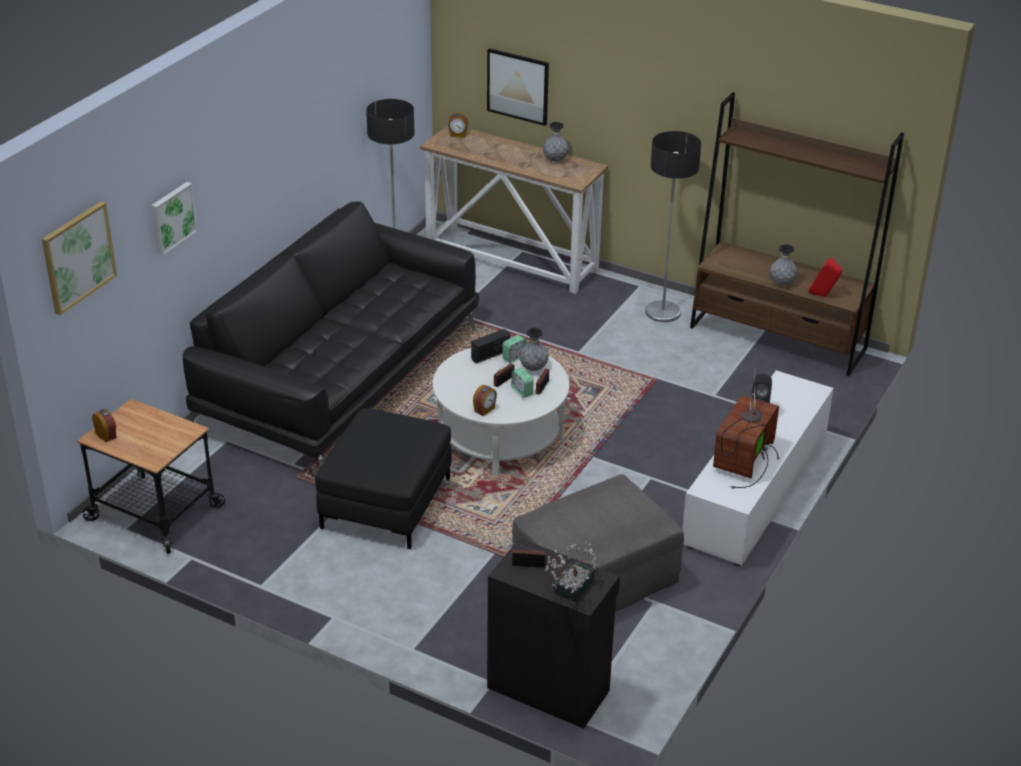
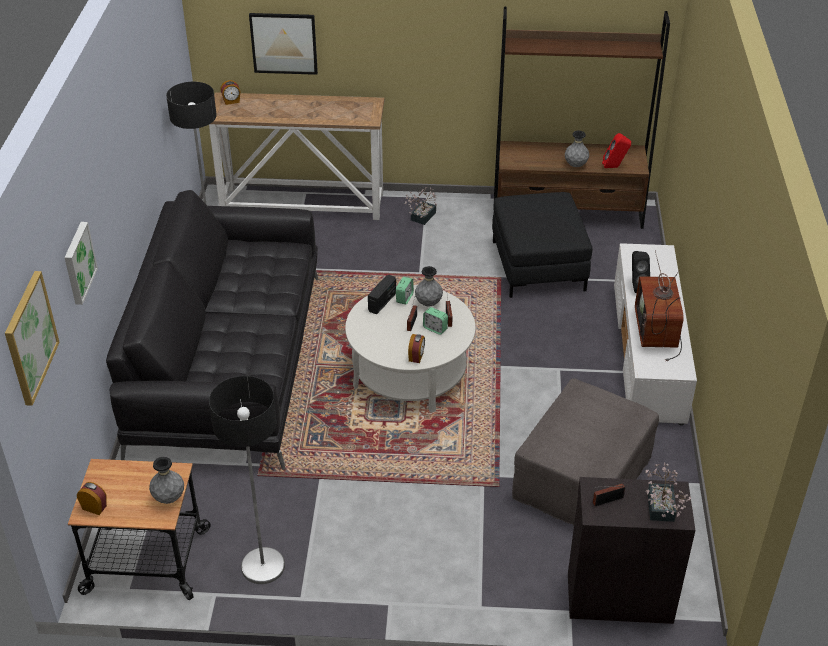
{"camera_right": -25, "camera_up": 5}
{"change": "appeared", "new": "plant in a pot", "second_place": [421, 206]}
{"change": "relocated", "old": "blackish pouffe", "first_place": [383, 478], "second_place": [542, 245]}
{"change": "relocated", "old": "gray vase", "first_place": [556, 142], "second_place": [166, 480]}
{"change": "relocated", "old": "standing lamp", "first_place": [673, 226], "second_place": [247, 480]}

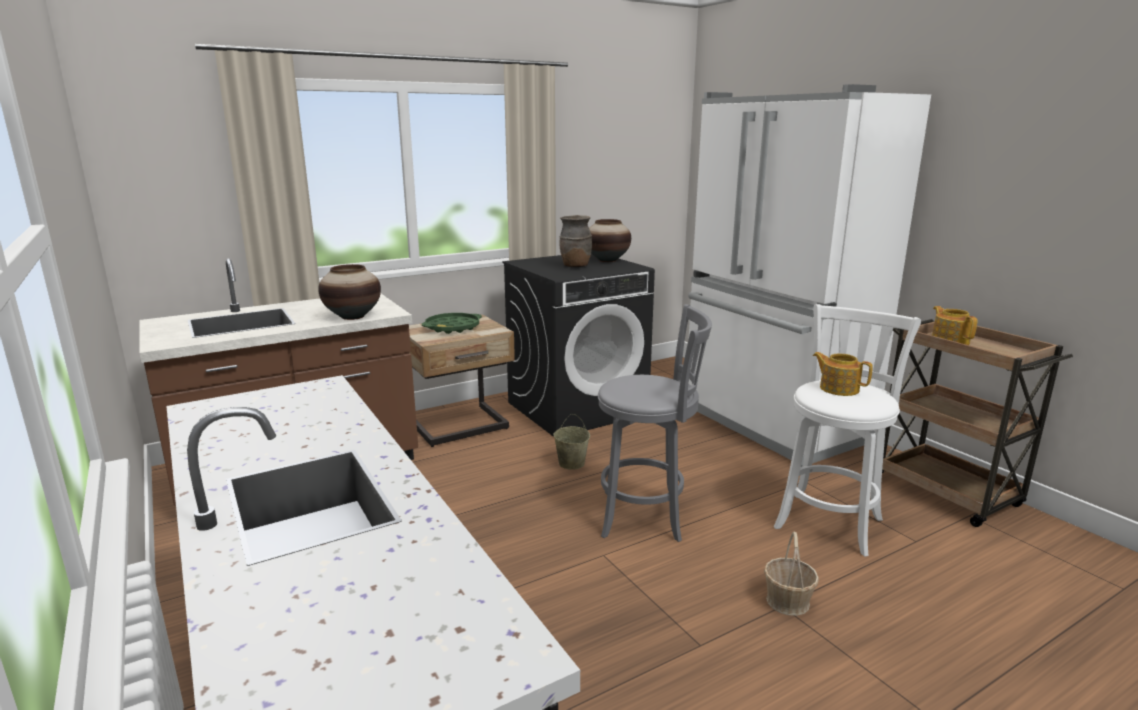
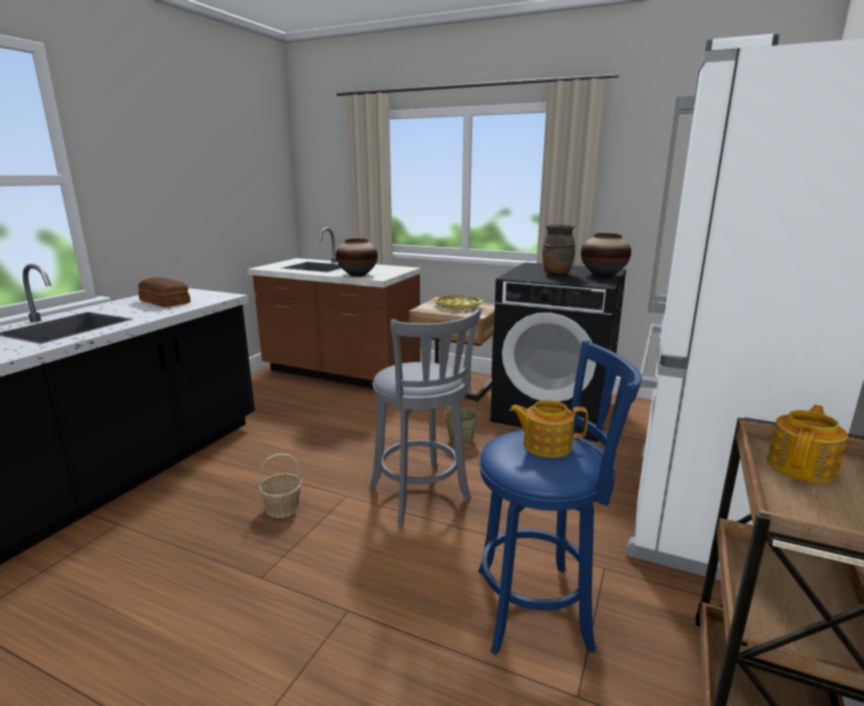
{"camera_right": 55, "camera_up": 0}
{"change": "appeared", "new": "baked bread", "second_place": [164, 292]}
{"change": "relocated", "old": "basket", "first_place": [791, 573], "second_place": [280, 485]}
{"change": "colour", "old": "green serving tray", "new": "yellow serving tray", "first_place": [452, 323], "second_place": [458, 302]}
{"change": "colour", "old": "whitish sitting stool", "new": "blue sitting stool", "first_place": [847, 430], "second_place": [560, 497]}
{"change": "spun", "old": "teapot", "first_place": [843, 374], "second_place": [549, 429], "degrees": -90}

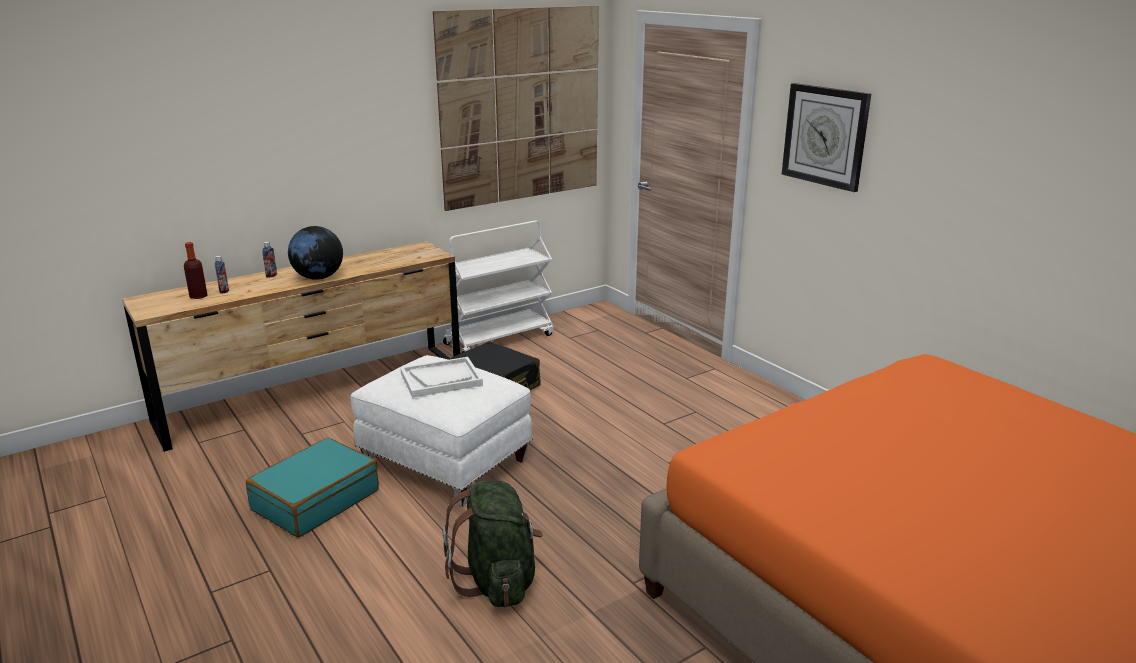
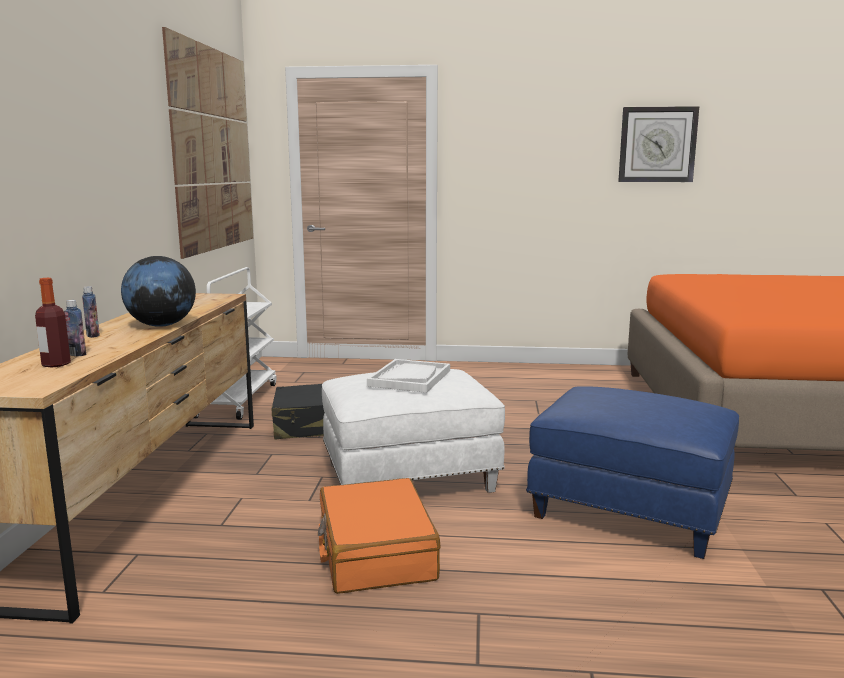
{"camera_right": -50, "camera_up": -10}
{"change": "relocated", "old": "hanging clock", "first_place": [826, 137], "second_place": [658, 144]}
{"change": "exchanged", "old": "green rucksack", "new": "blue pouffe", "first_place": [493, 543], "second_place": [632, 472]}
{"change": "colour", "old": "turquoise-coloured suitcase", "new": "orange-coloured suitcase", "first_place": [312, 487], "second_place": [379, 536]}

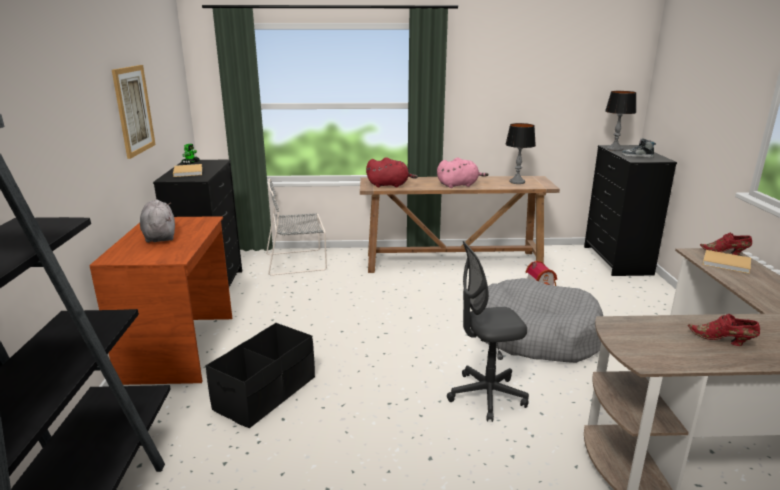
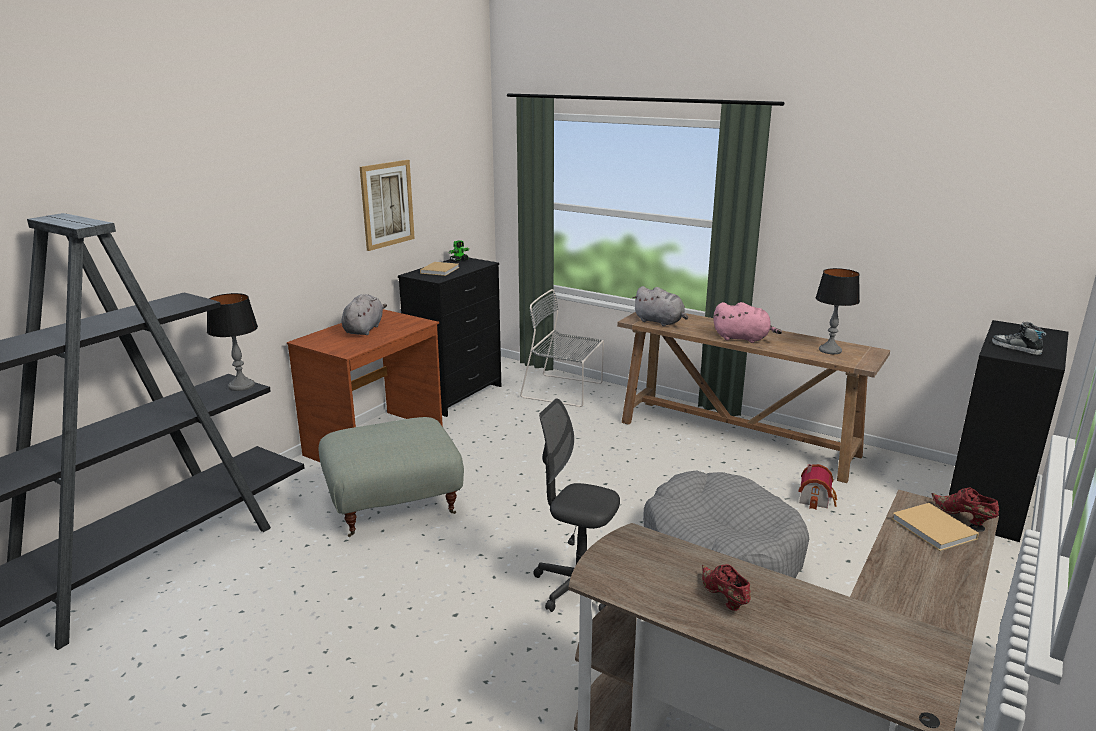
{"camera_right": 35, "camera_up": 0}
{"change": "relocated", "old": "tabletop lamp", "first_place": [620, 121], "second_place": [232, 342]}
{"change": "exchanged", "old": "blackish storage bin", "new": "gray pouffe", "first_place": [260, 375], "second_place": [391, 477]}
{"change": "colour", "old": "red plush toy", "new": "gray plush toy", "first_place": [392, 172], "second_place": [660, 306]}

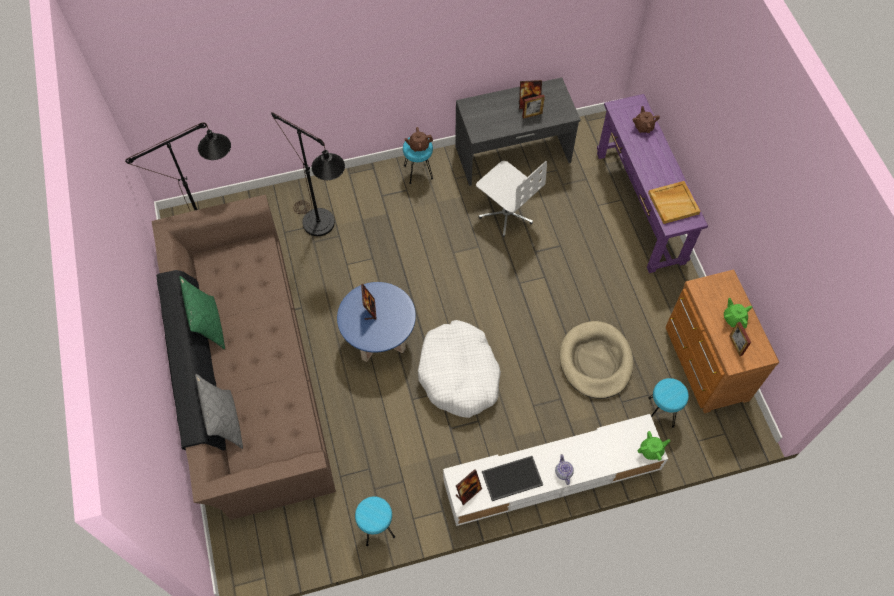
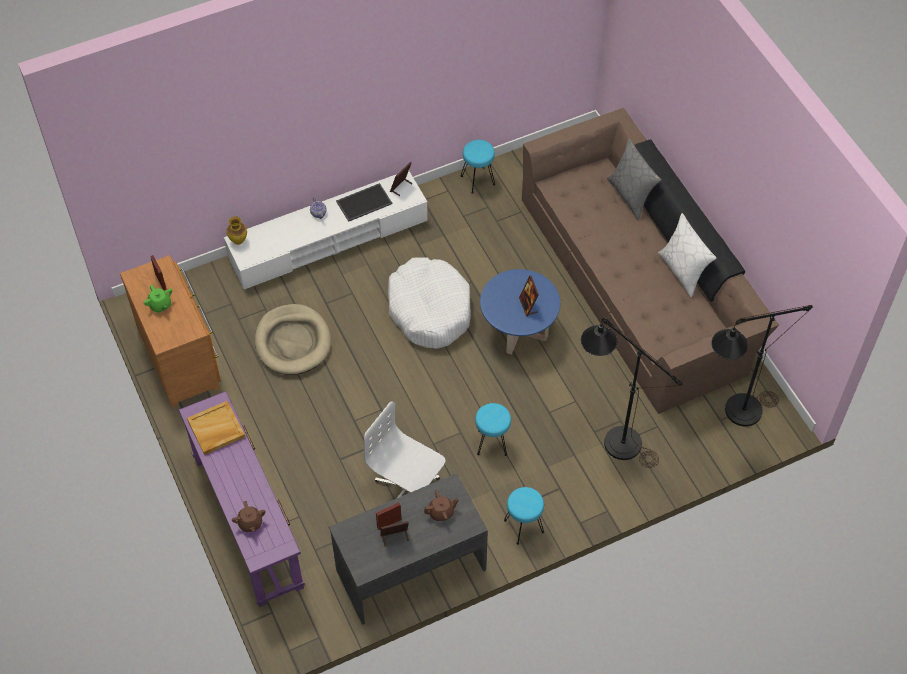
{"camera_right": 170, "camera_up": -5}
{"change": "relocated", "old": "brown-coloured teapot", "first_place": [419, 139], "second_place": [441, 505]}
{"change": "relocated", "old": "turquoise-coloured sitting stool", "first_place": [668, 403], "second_place": [493, 429]}
{"change": "exchanged", "old": "green teapot", "new": "vase", "first_place": [653, 445], "second_place": [237, 230]}
{"change": "colour", "old": "green throw pillow", "new": "whitish throw pillow", "first_place": [202, 312], "second_place": [687, 255]}

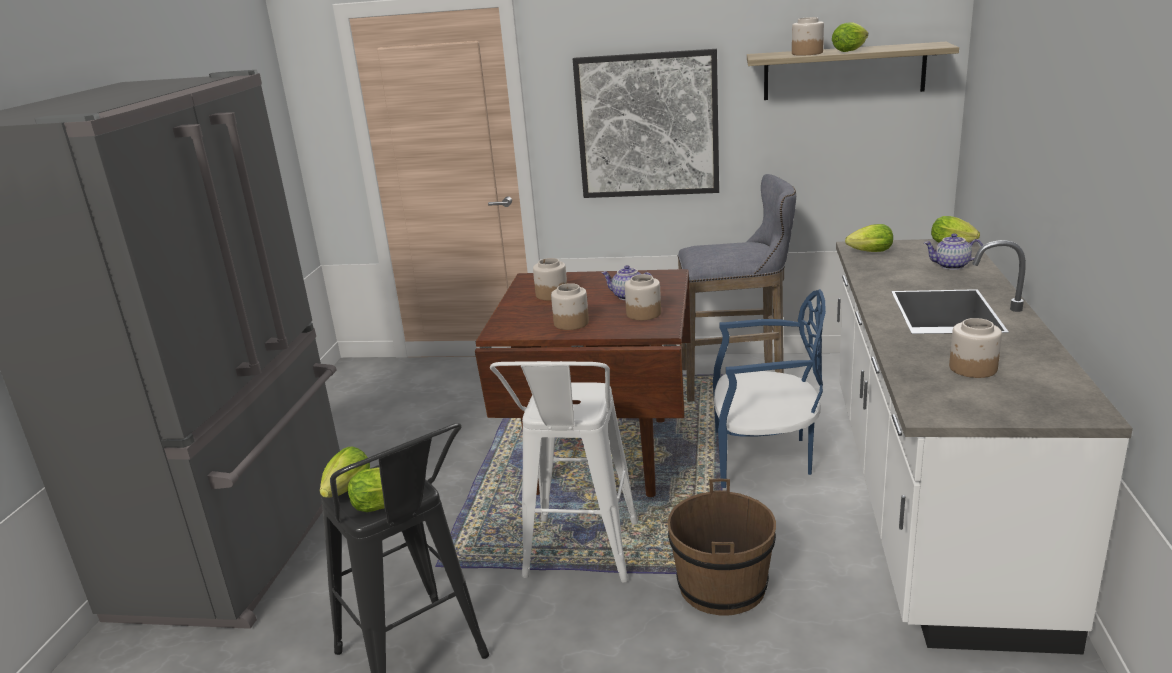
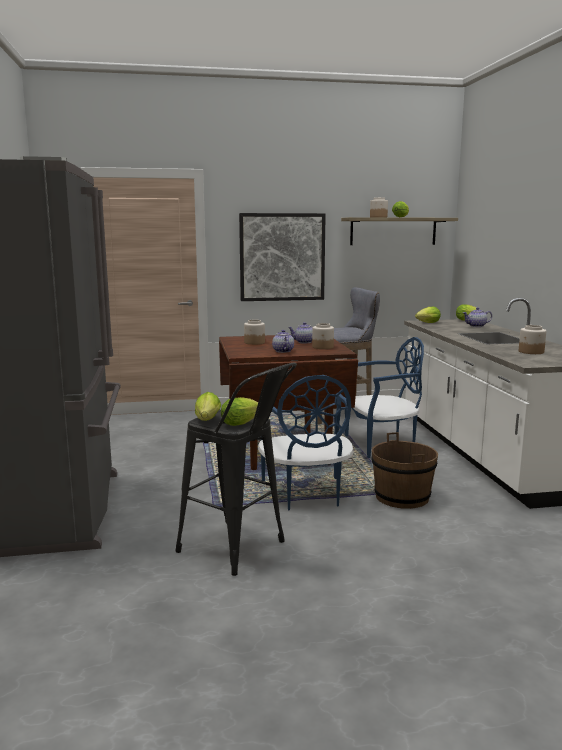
{"camera_right": -20, "camera_up": -10}
{"change": "exchanged", "old": "whitish sitting stool", "new": "blue upright chair", "first_place": [564, 472], "second_place": [305, 442]}
{"change": "exchanged", "old": "storage jar", "new": "teapot", "first_place": [570, 306], "second_place": [283, 341]}

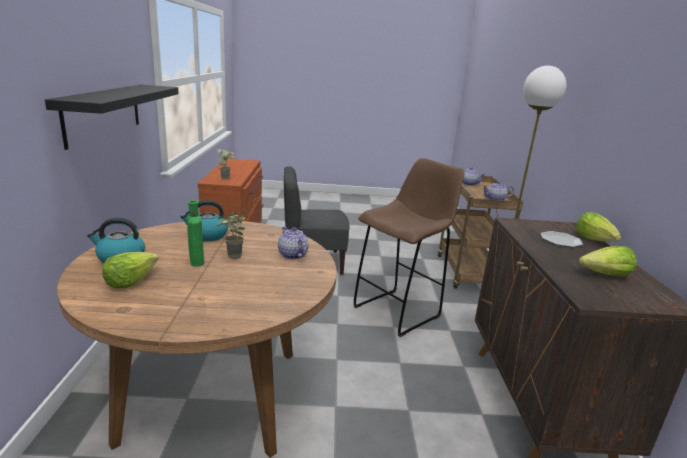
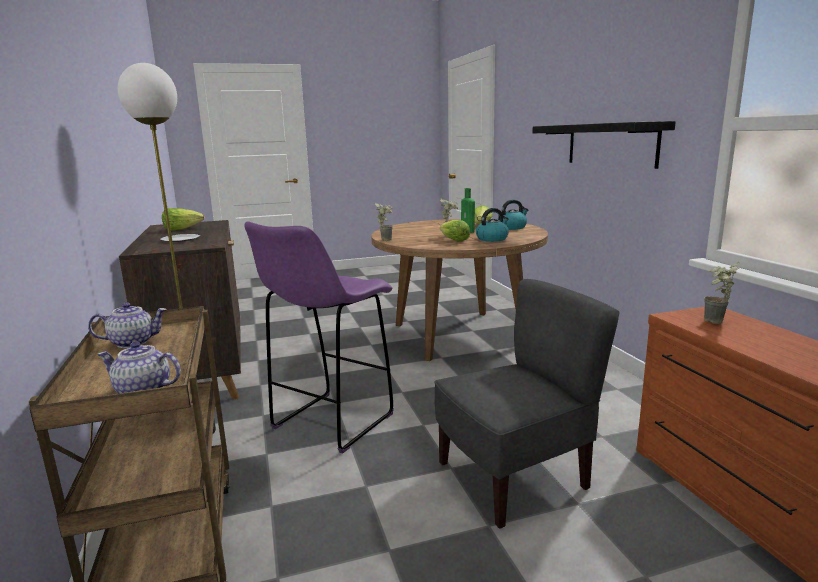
{"camera_right": 165, "camera_up": -5}
{"change": "missing", "old": "teapot", "first_place": [293, 243]}
{"change": "appeared", "new": "plant in a pot", "second_place": [384, 222]}
{"change": "relocated", "old": "lettuce head", "first_place": [598, 226], "second_place": [455, 231]}
{"change": "colour", "old": "brown-coloured sitting stool", "new": "purplish sitting stool", "first_place": [409, 247], "second_place": [319, 337]}

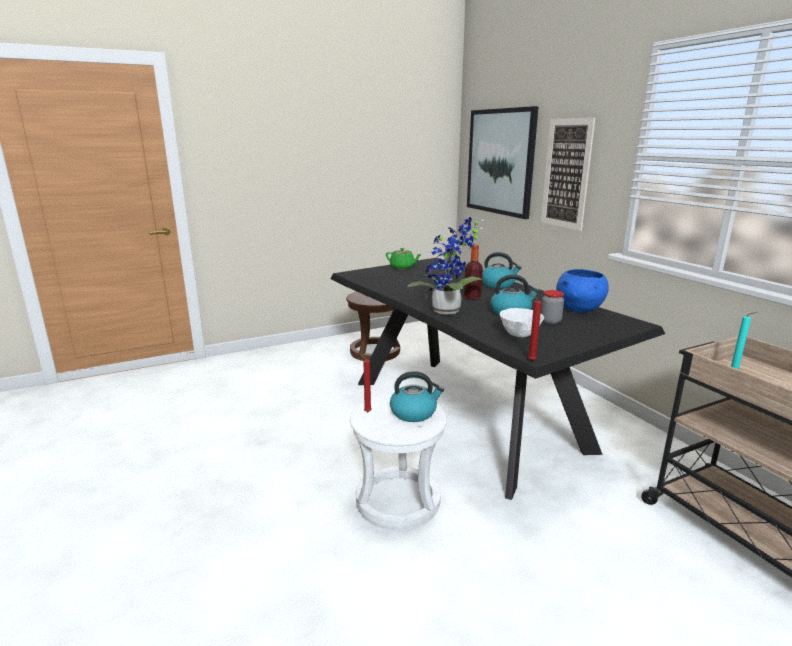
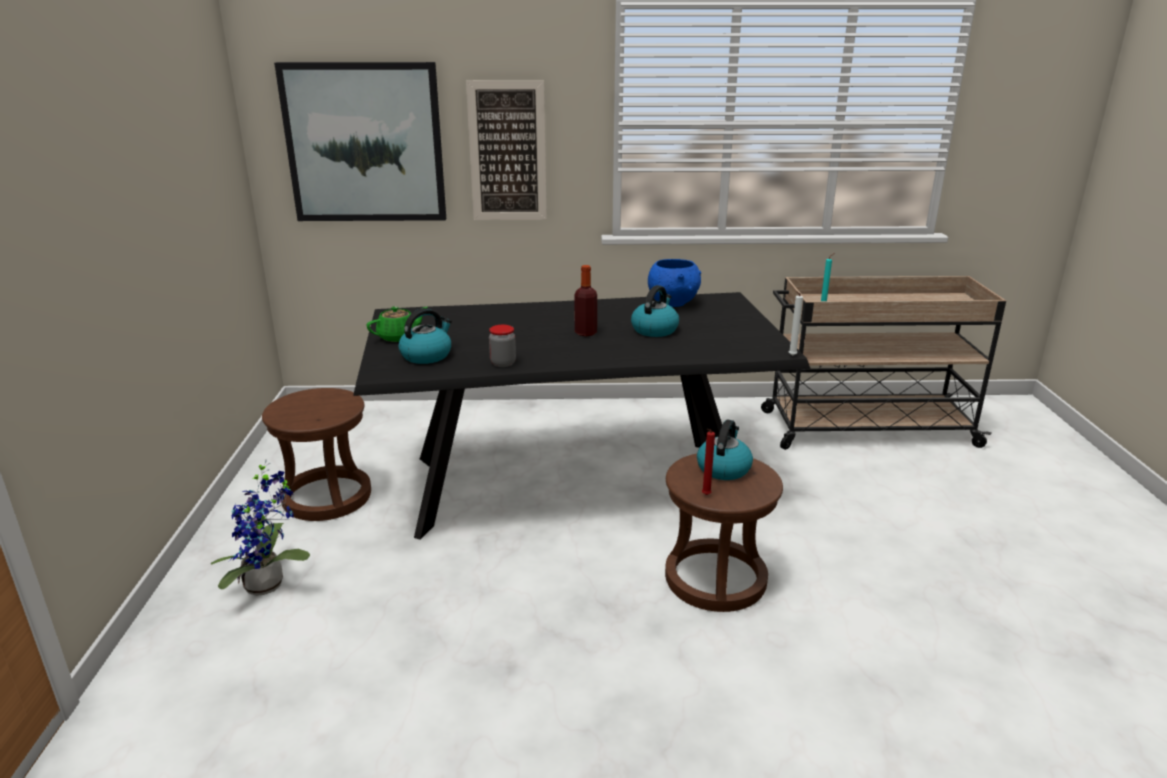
{"camera_right": -65, "camera_up": 5}
{"change": "missing", "old": "whitish serving bowl", "first_place": [522, 322]}
{"change": "relocated", "old": "plant in a pot", "first_place": [447, 266], "second_place": [260, 528]}
{"change": "relocated", "old": "water kettle", "first_place": [502, 270], "second_place": [425, 336]}
{"change": "relocated", "old": "storage jar", "first_place": [552, 307], "second_place": [502, 346]}
{"change": "colour", "old": "whitish sitting stool", "new": "brown-coloured sitting stool", "first_place": [398, 462], "second_place": [724, 533]}
{"change": "colour", "old": "red candle", "new": "whitish candle", "first_place": [535, 327], "second_place": [796, 324]}

